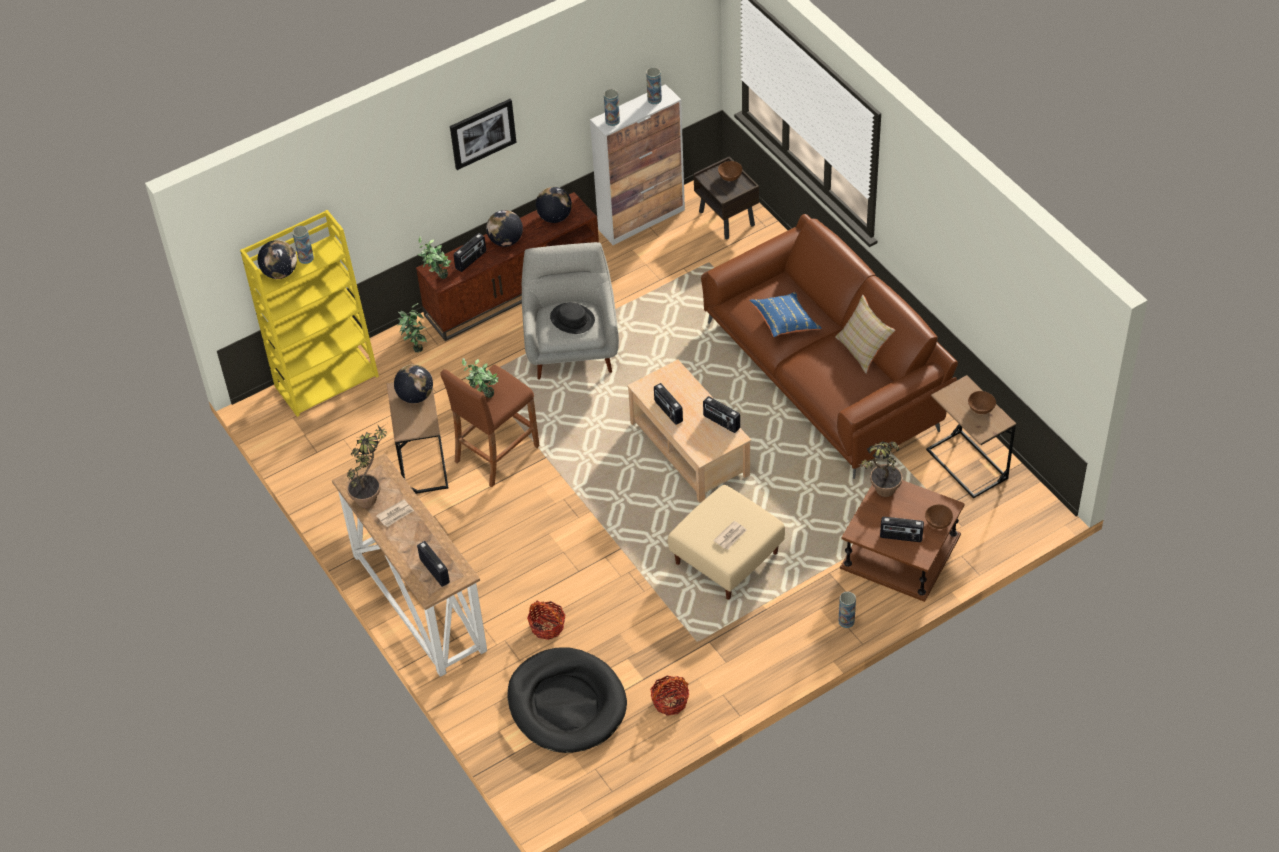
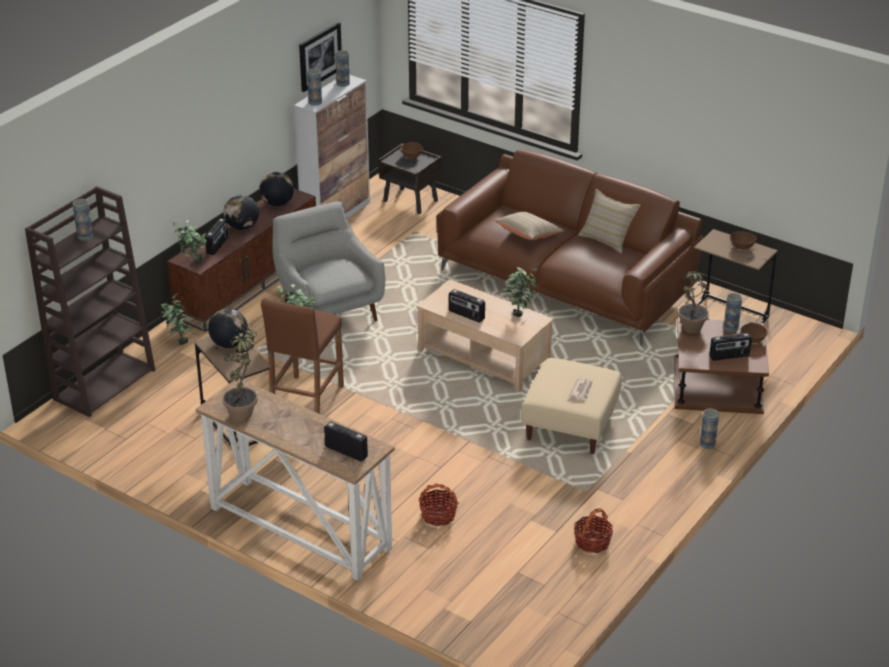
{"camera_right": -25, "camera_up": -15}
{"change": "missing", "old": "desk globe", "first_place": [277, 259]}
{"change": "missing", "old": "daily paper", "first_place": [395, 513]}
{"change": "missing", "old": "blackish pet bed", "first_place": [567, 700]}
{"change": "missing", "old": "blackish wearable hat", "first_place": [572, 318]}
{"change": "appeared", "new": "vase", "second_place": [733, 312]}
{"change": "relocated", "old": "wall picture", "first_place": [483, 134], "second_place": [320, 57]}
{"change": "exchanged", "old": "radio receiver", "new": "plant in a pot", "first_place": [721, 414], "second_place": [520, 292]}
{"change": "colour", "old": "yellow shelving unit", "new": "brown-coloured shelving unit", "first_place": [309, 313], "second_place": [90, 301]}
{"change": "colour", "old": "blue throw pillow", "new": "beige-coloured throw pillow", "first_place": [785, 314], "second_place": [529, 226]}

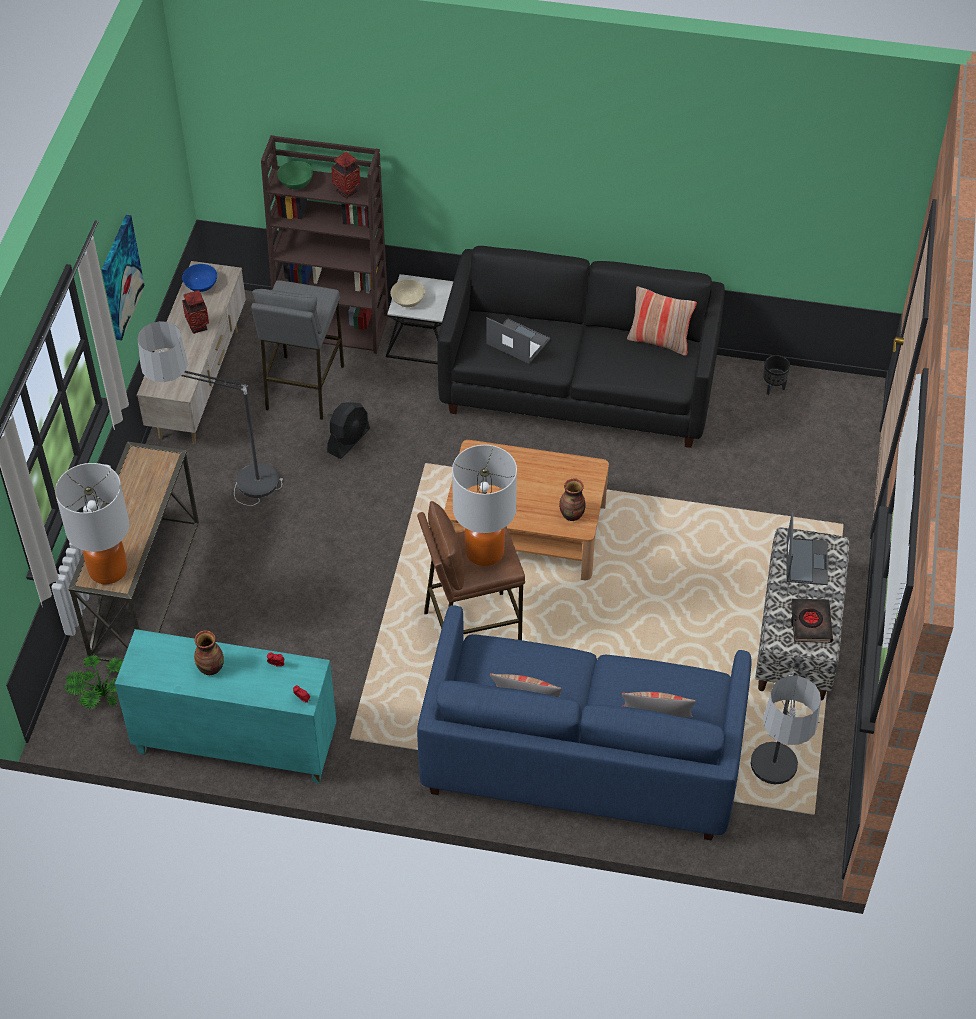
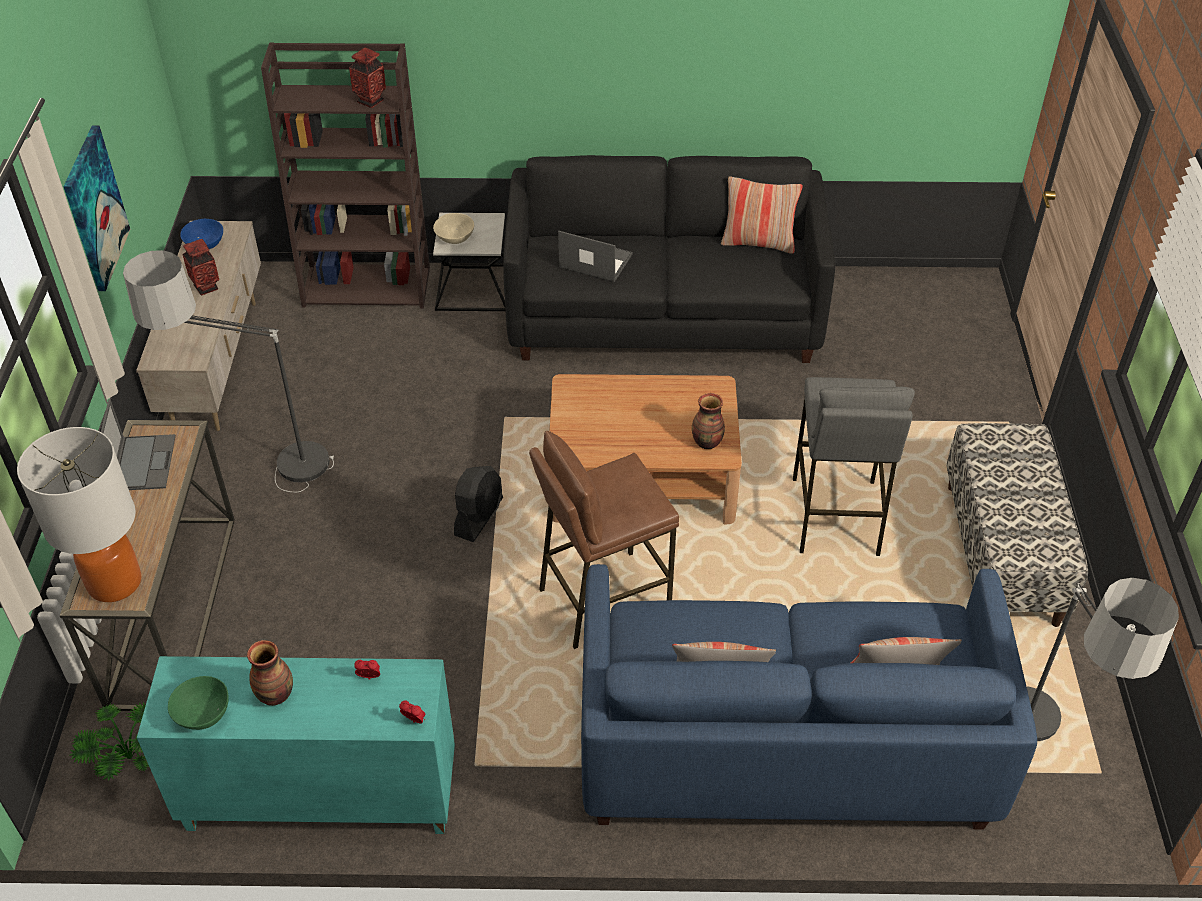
{"camera_right": -10, "camera_up": -5}
{"change": "missing", "old": "tabletop lamp", "first_place": [484, 505]}
{"change": "missing", "old": "blackish plant pot", "first_place": [776, 375]}
{"change": "missing", "old": "blackish bound book", "first_place": [812, 621]}
{"change": "relocated", "old": "gray sitting stool", "first_place": [297, 350], "second_place": [854, 466]}
{"change": "relocated", "old": "green serving bowl", "first_place": [295, 175], "second_place": [198, 703]}
{"change": "relocated", "old": "blackish fan", "first_place": [348, 430], "second_place": [478, 504]}
{"change": "relocated", "old": "laptop", "first_place": [807, 548], "second_place": [138, 444]}

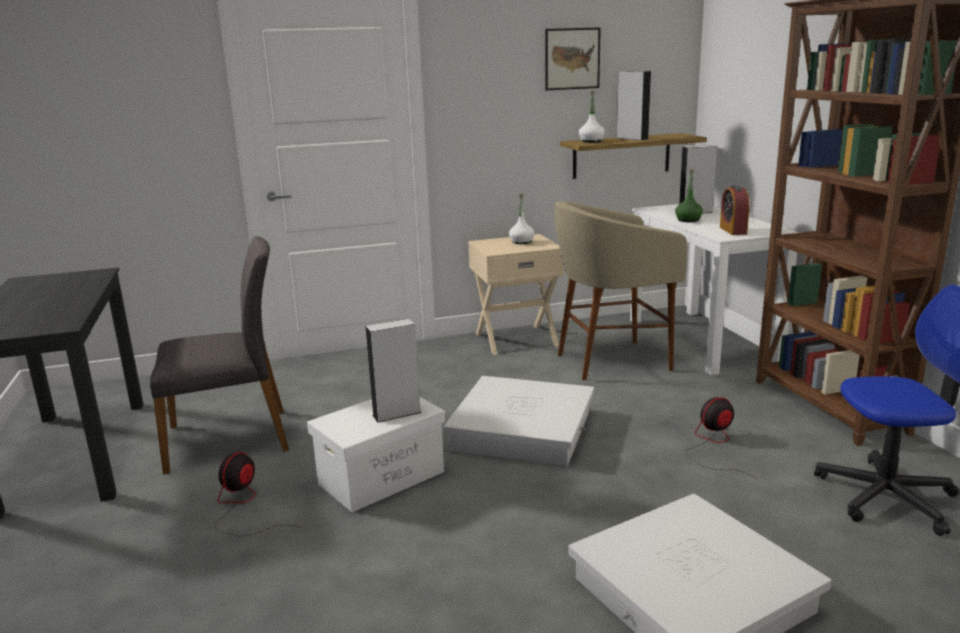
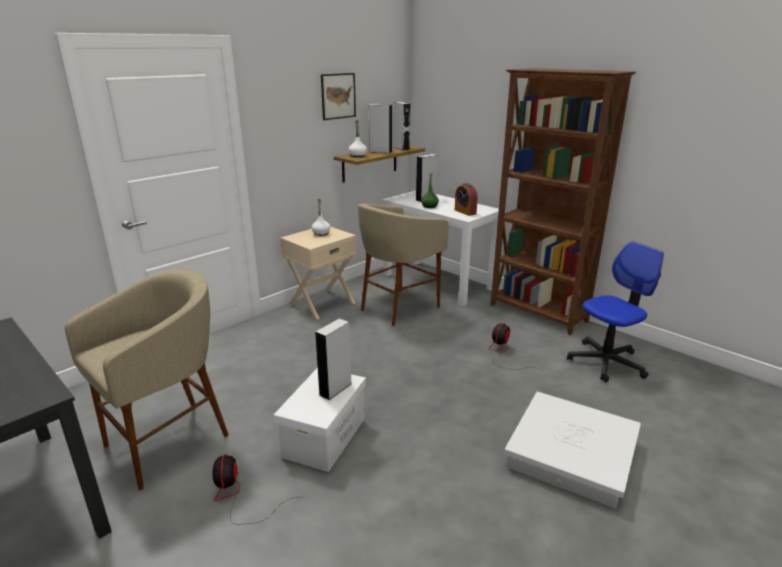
{"camera_right": -30, "camera_up": 5}
{"change": "missing", "old": "whitish storage bin", "first_place": [518, 421]}
{"change": "appeared", "new": "gray audio speaker", "second_place": [401, 126]}
{"change": "exchanged", "old": "gray upright chair", "new": "beige-coloured sitting stool", "first_place": [219, 355], "second_place": [147, 379]}

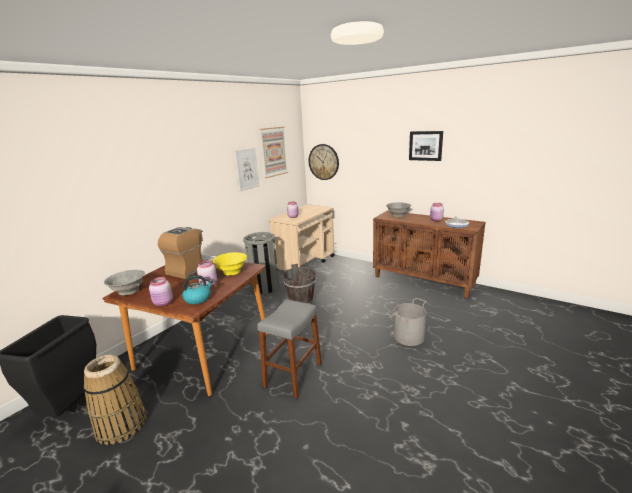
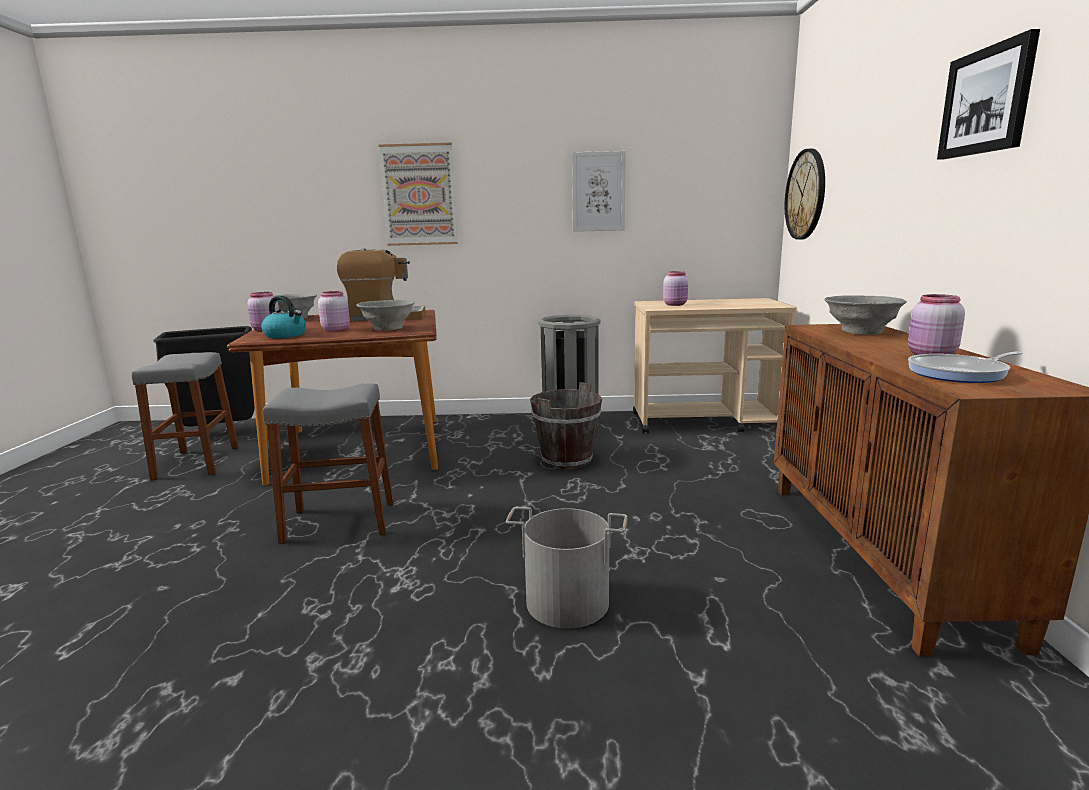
{"camera_right": 55, "camera_up": -5}
{"change": "relocated", "old": "wall picture", "first_place": [274, 152], "second_place": [418, 194]}
{"change": "exchanged", "old": "basket", "new": "gray sitting stool", "first_place": [115, 399], "second_place": [185, 416]}
{"change": "colour", "old": "yellow serving bowl", "new": "gray serving bowl", "first_place": [230, 263], "second_place": [385, 315]}

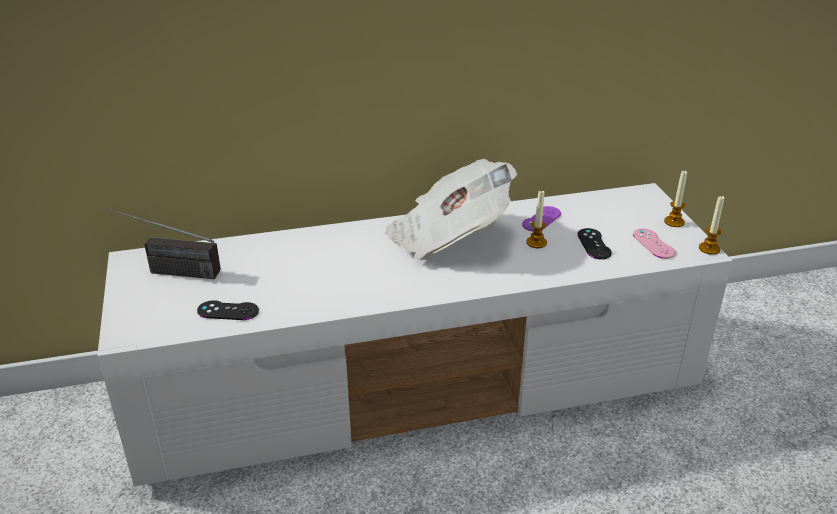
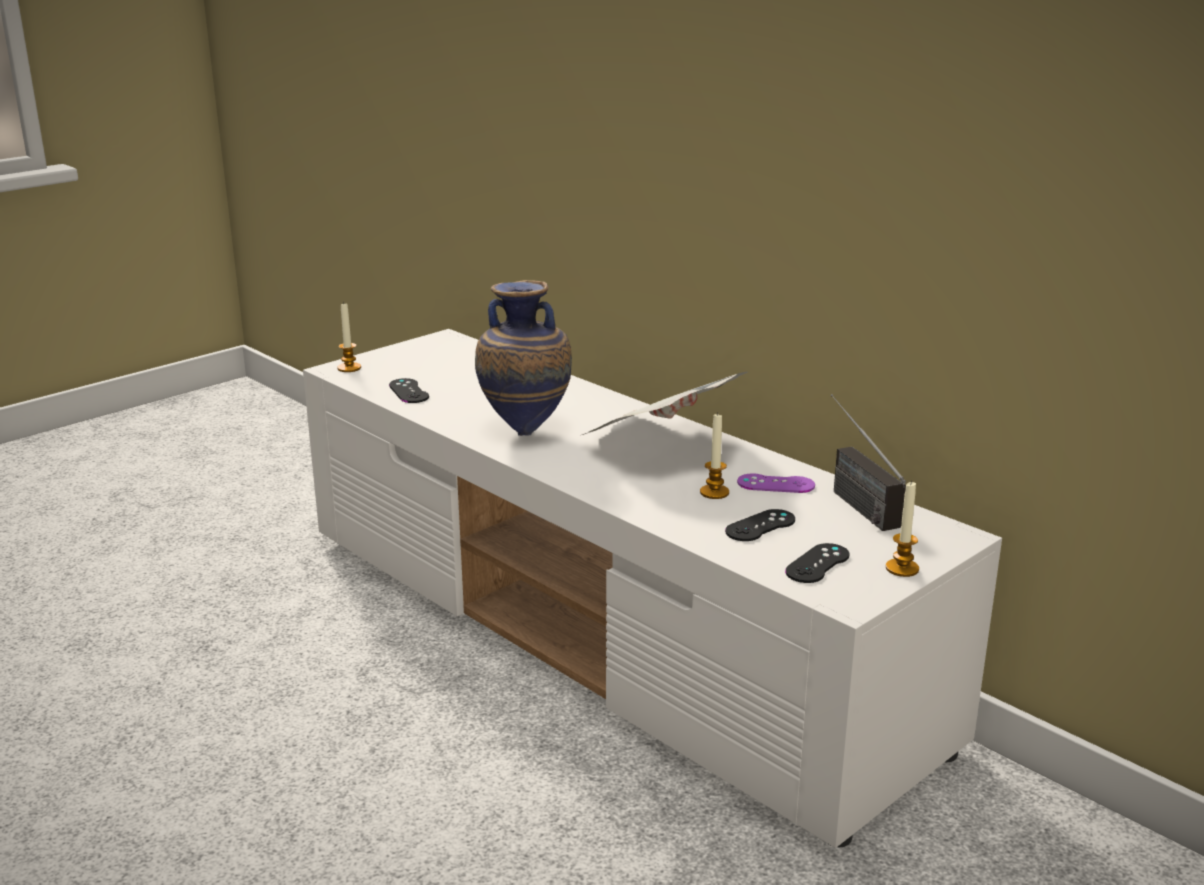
{"camera_right": 60, "camera_up": -10}
{"change": "appeared", "new": "vase", "second_place": [523, 358]}
{"change": "relocated", "old": "radio receiver", "first_place": [165, 244], "second_place": [868, 462]}
{"change": "relocated", "old": "candle", "first_place": [712, 225], "second_place": [349, 338]}
{"change": "colour", "old": "pinkish game controller", "new": "blackish game controller", "first_place": [654, 244], "second_place": [817, 563]}

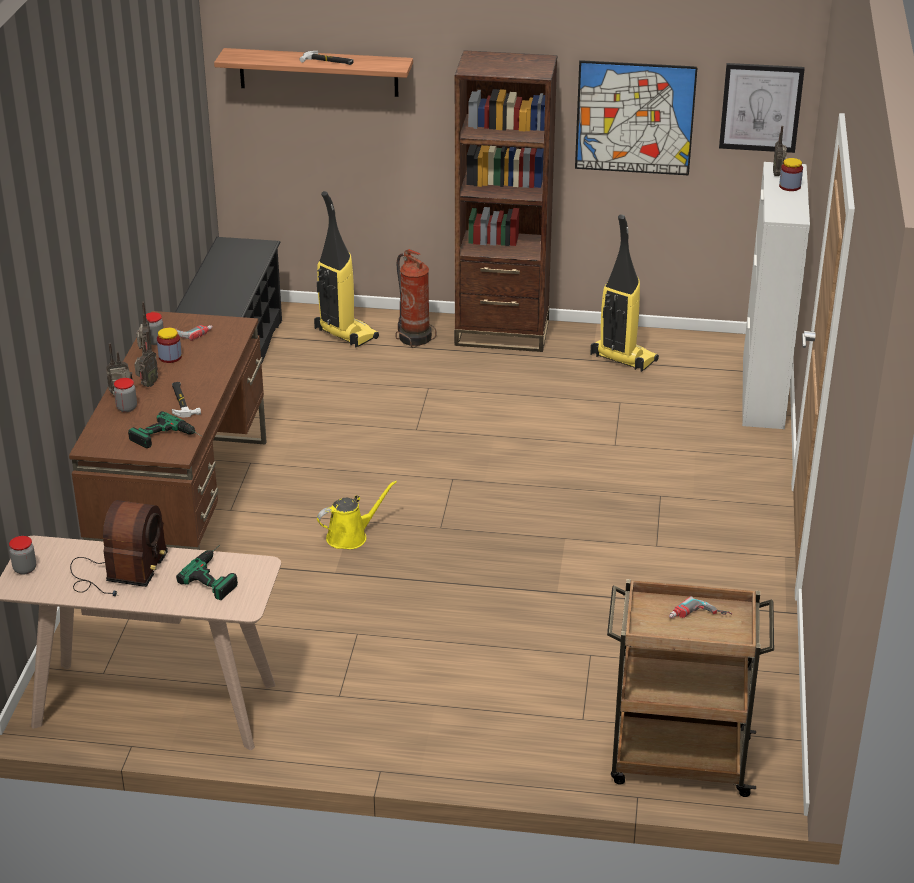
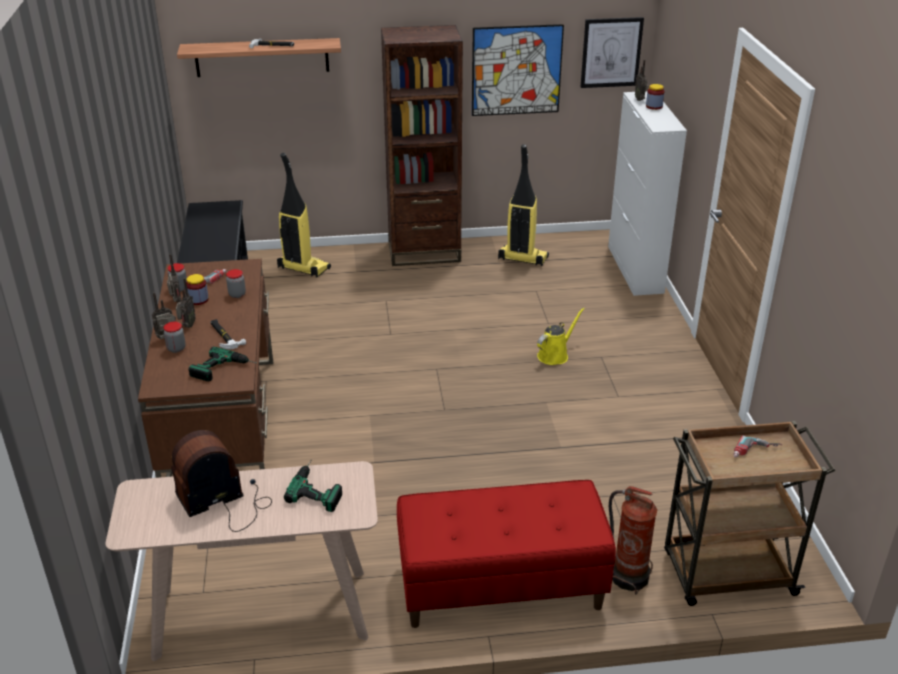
{"camera_right": -15, "camera_up": 0}
{"change": "appeared", "new": "red bench", "second_place": [506, 554]}
{"change": "relocated", "old": "storage jar", "first_place": [22, 555], "second_place": [236, 283]}
{"change": "relocated", "old": "yellow watering can", "first_place": [357, 514], "second_place": [561, 336]}
{"change": "relocated", "old": "fire extinguisher", "first_place": [416, 298], "second_place": [633, 540]}
{"change": "spun", "old": "radio receiver", "first_place": [119, 548], "second_place": [221, 481], "degrees": -120}

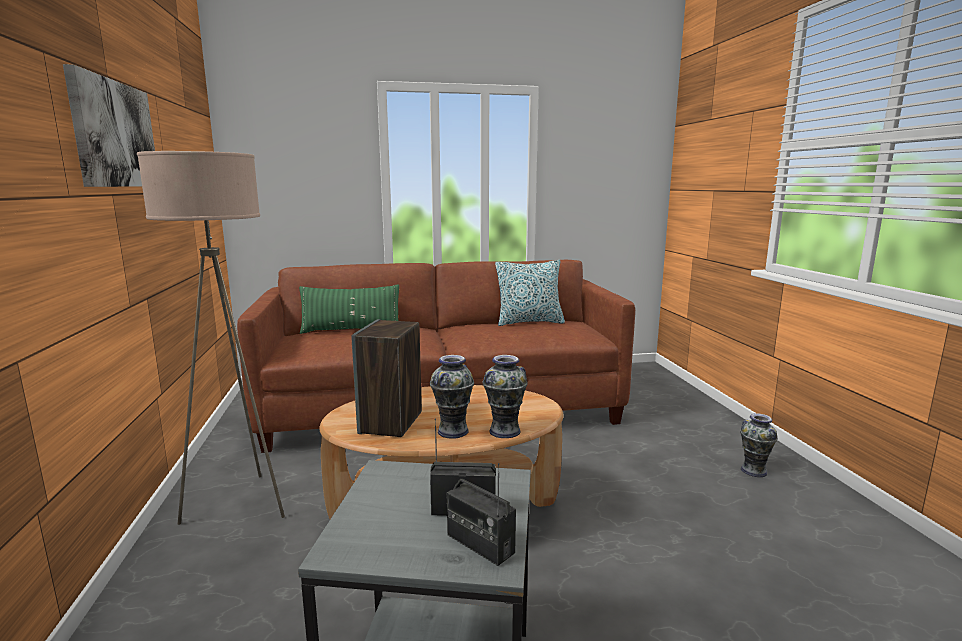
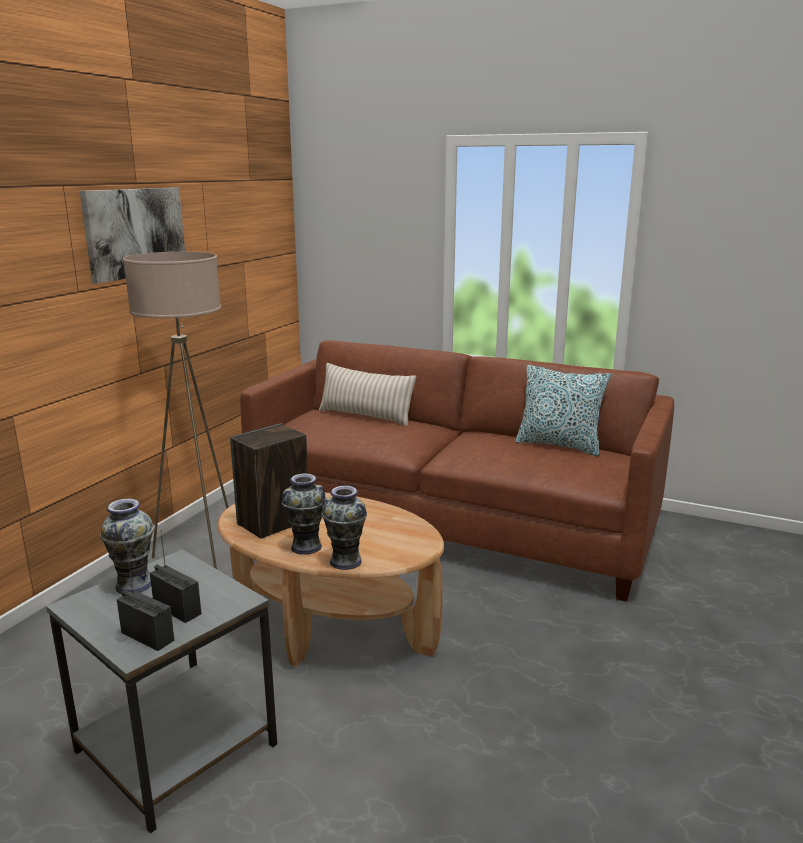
{"camera_right": 35, "camera_up": 5}
{"change": "relocated", "old": "vase", "first_place": [759, 445], "second_place": [127, 546]}
{"change": "colour", "old": "green throw pillow", "new": "beige-coloured throw pillow", "first_place": [349, 309], "second_place": [367, 394]}
{"change": "spun", "old": "radio receiver", "first_place": [481, 514], "second_place": [146, 602], "degrees": 135}

